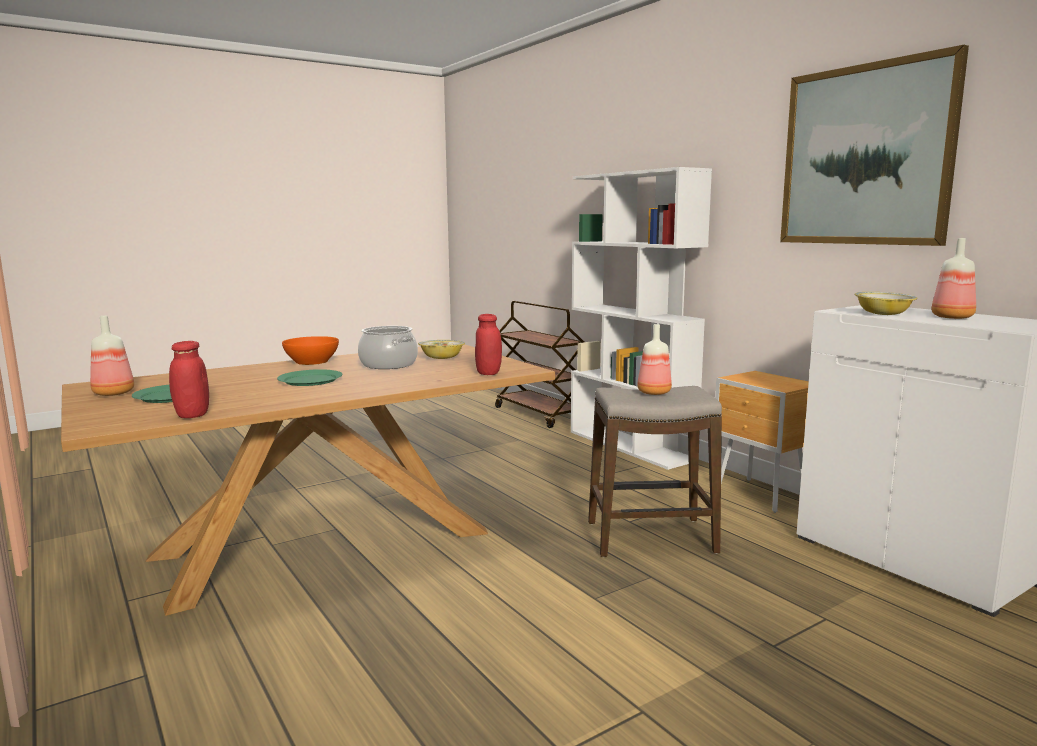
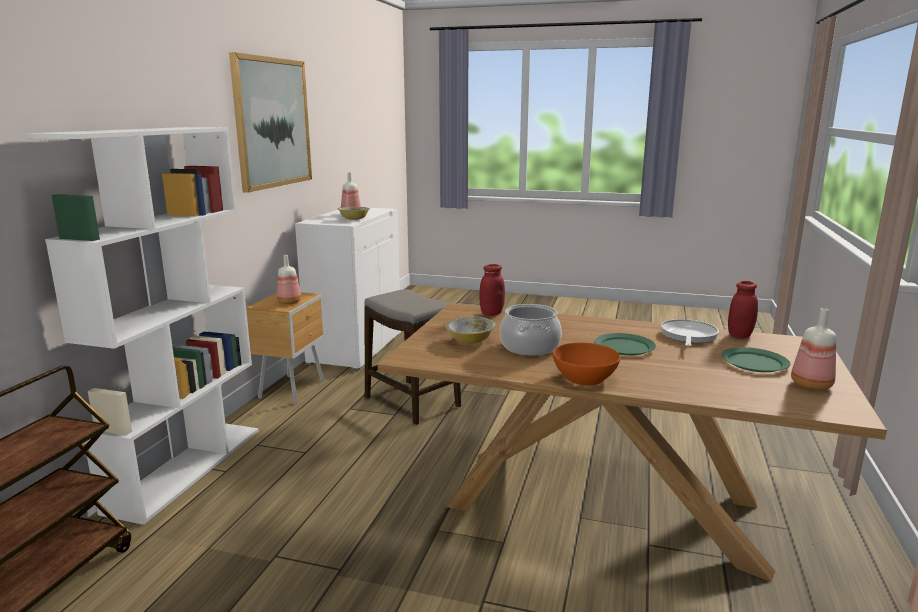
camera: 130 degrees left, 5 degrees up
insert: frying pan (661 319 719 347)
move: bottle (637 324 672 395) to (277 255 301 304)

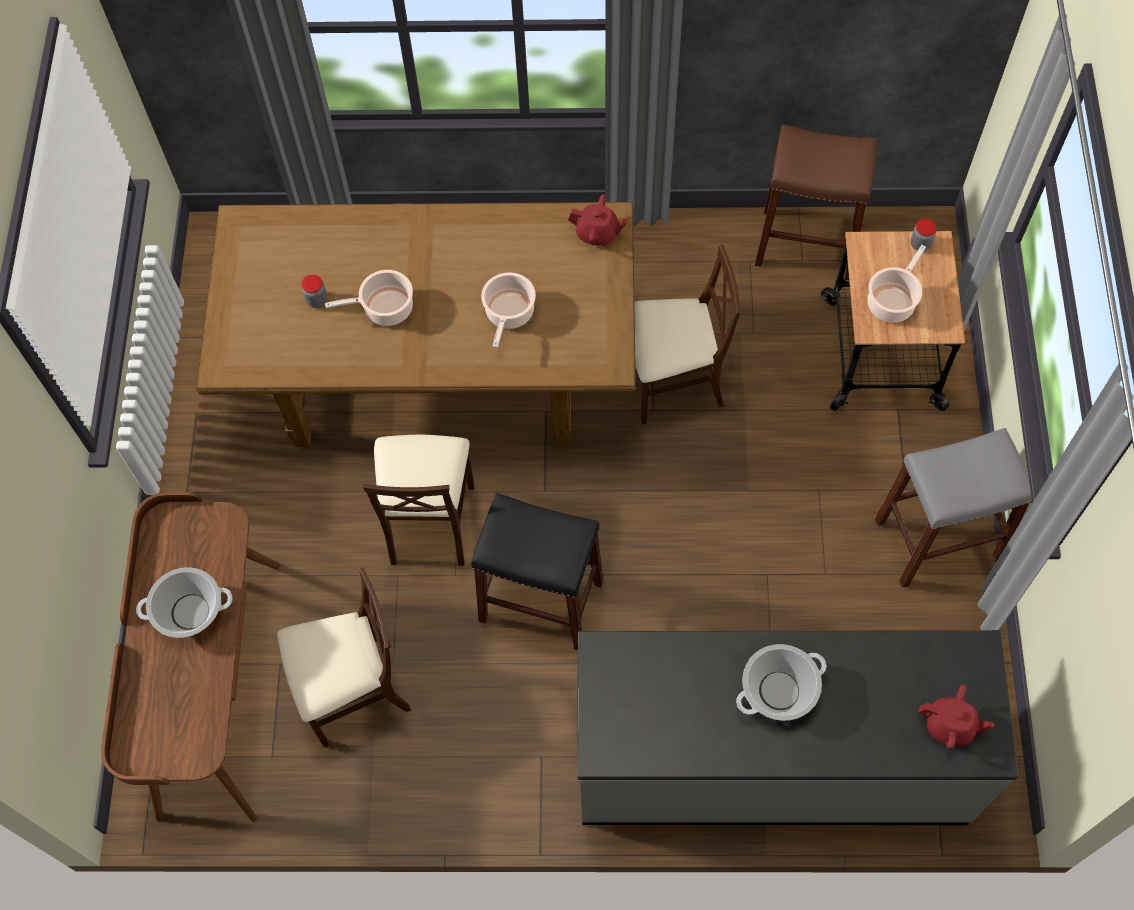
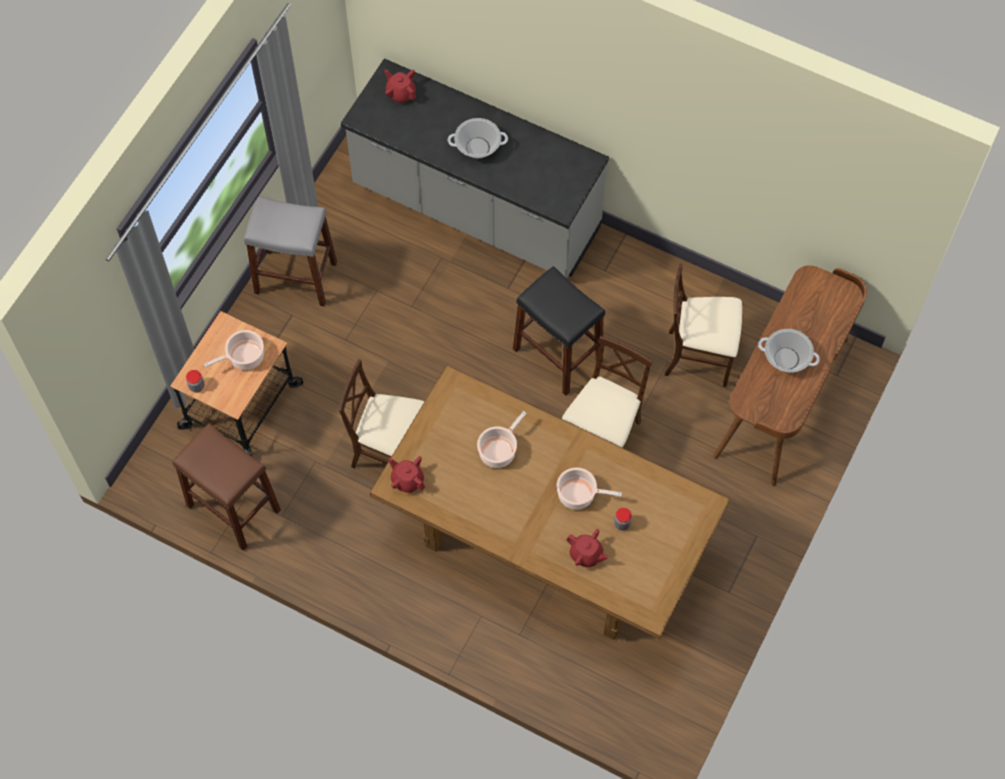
camera: 155 degrees left, 0 degrees up
insert: teapot (red) (566 529 608 567)

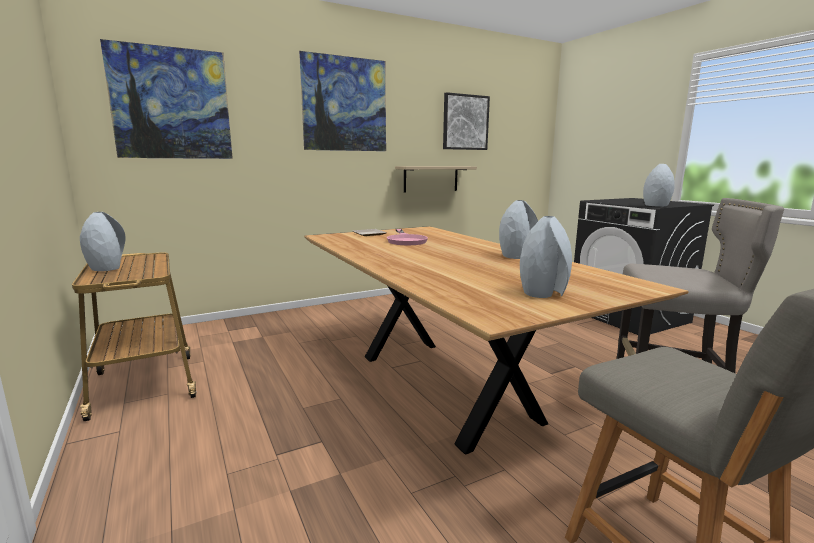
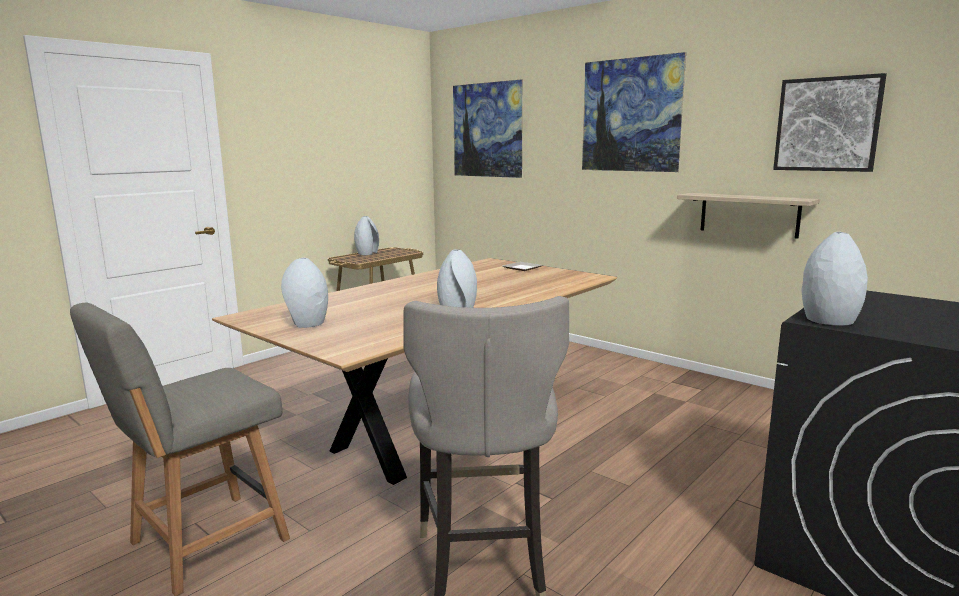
camera: 70 degrees right, 0 degrees up
delete: frying pan (pink) (387 229 428 245)

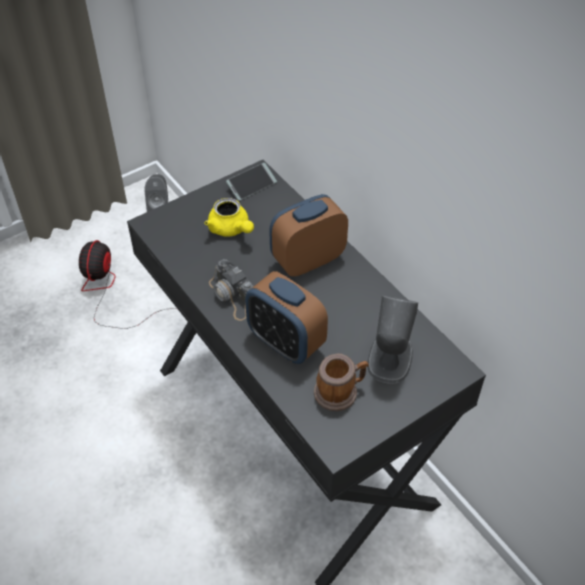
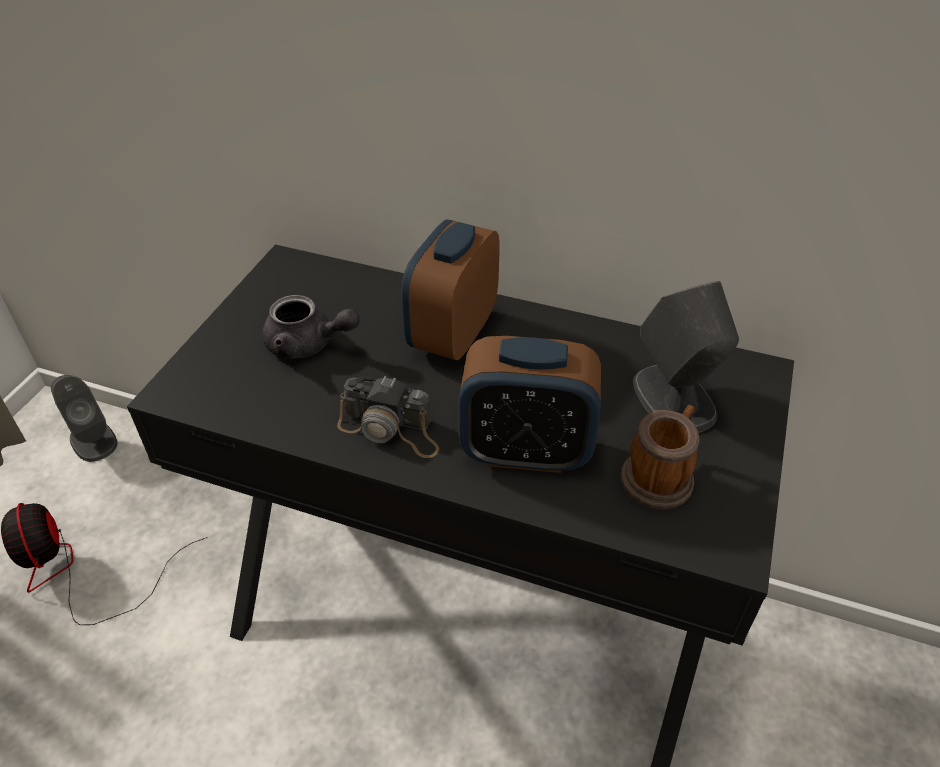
camera: 35 degrees left, 5 degrees down
delete: phone (226 163 277 201)
recolor: teapot (yellow) (204 198 254 236) to teapot (grey) (262 295 359 359)

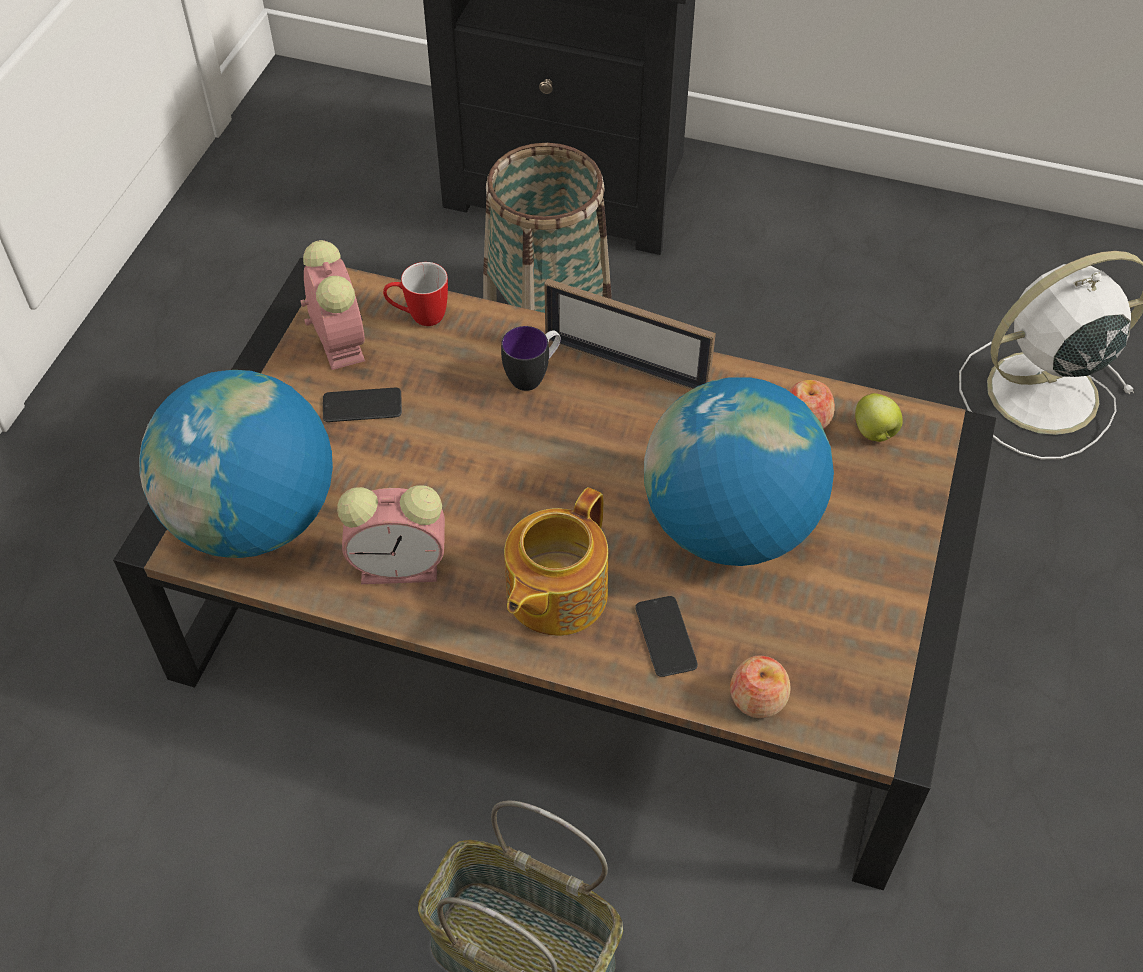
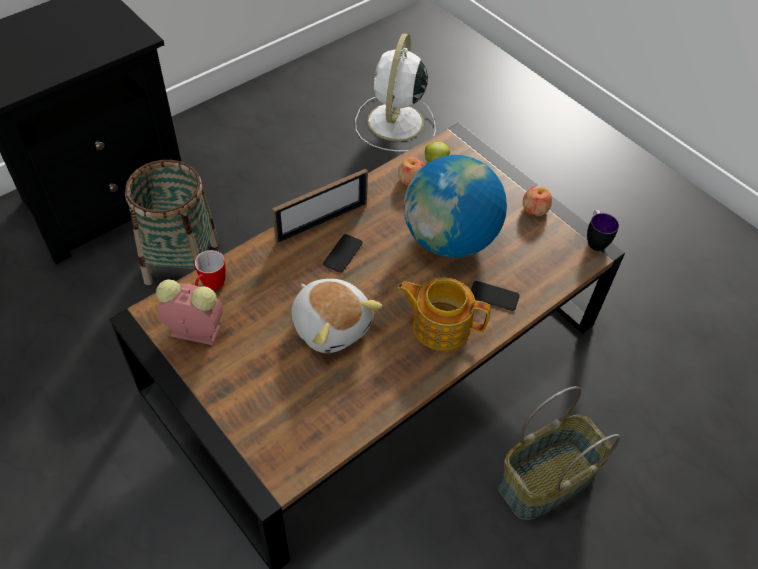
camera: 60 degrees left, 0 degrees up
delete: globe (139 370 333 558); alarm clock (337 485 445 584)
insert: plush toy (291 279 382 353)
move: phone (323 388 402 422) to (323 234 363 273); apple (730 655 791 718) to (523 186 552 216); mug (501 326 561 391) to (587 210 619 251)
rotate: teapot (504 488 608 636) = (398 278 491 351) 135 degrees clockwise

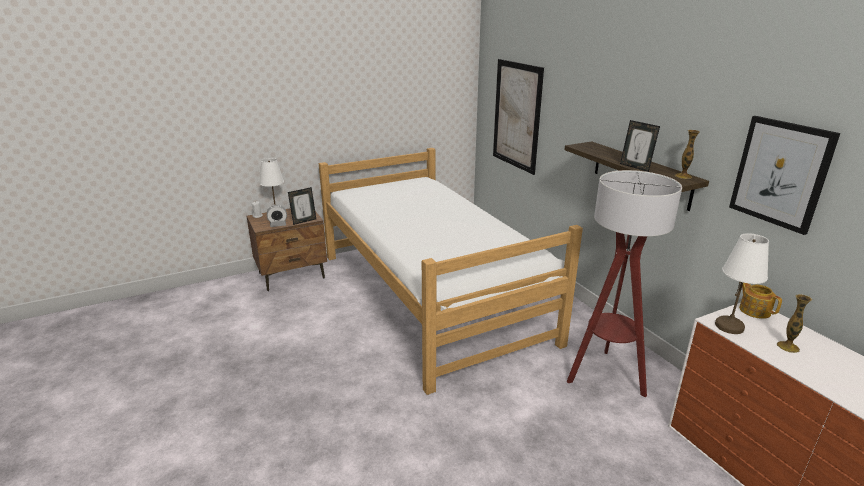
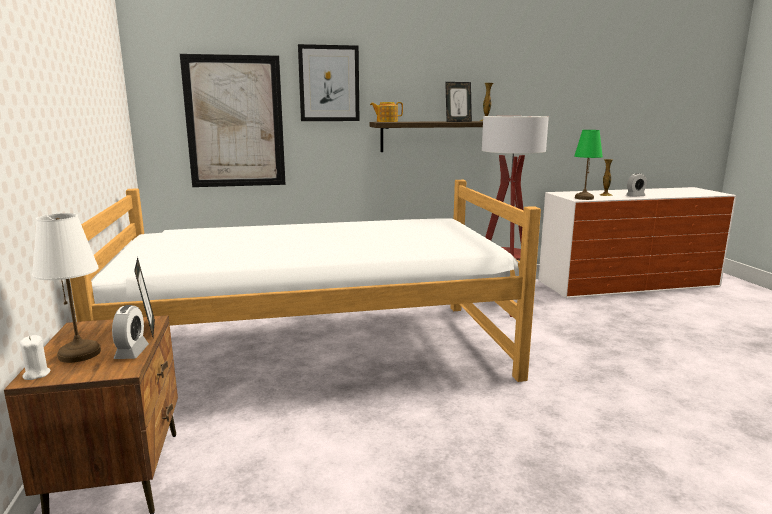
camera: 75 degrees left, 10 degrees down
insert: alarm clock (626 173 647 197)
move: picture (729 116 840 235) to (298 44 360 121); teapot (739 282 782 319) to (370 102 403 122)
recolor: table lamp (white) (715 233 769 334) to table lamp (green) (574 130 603 200)

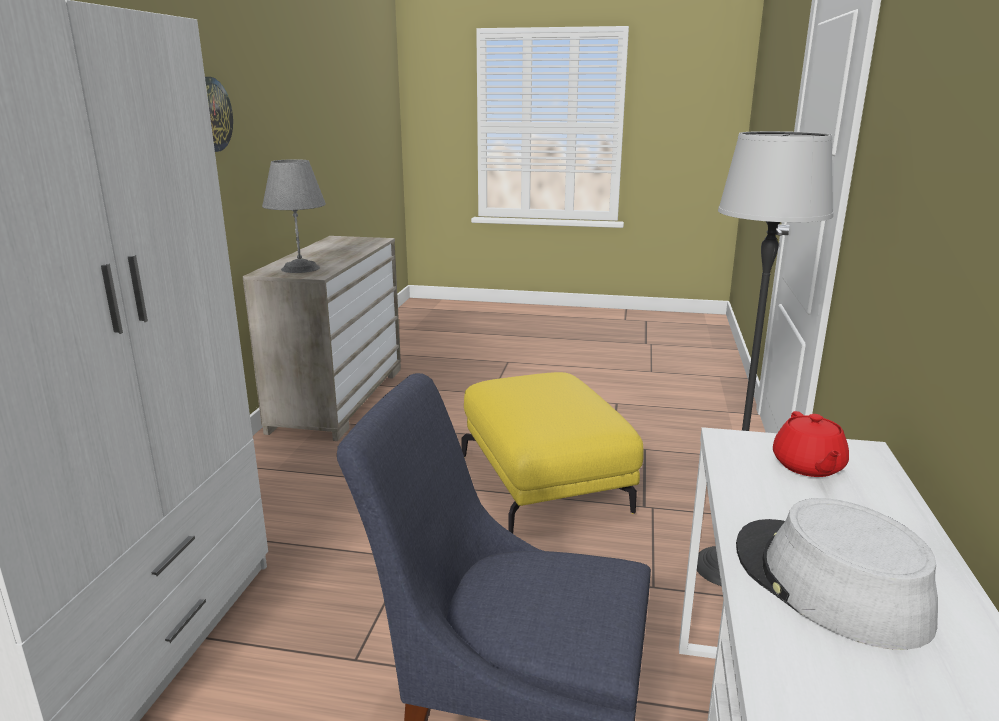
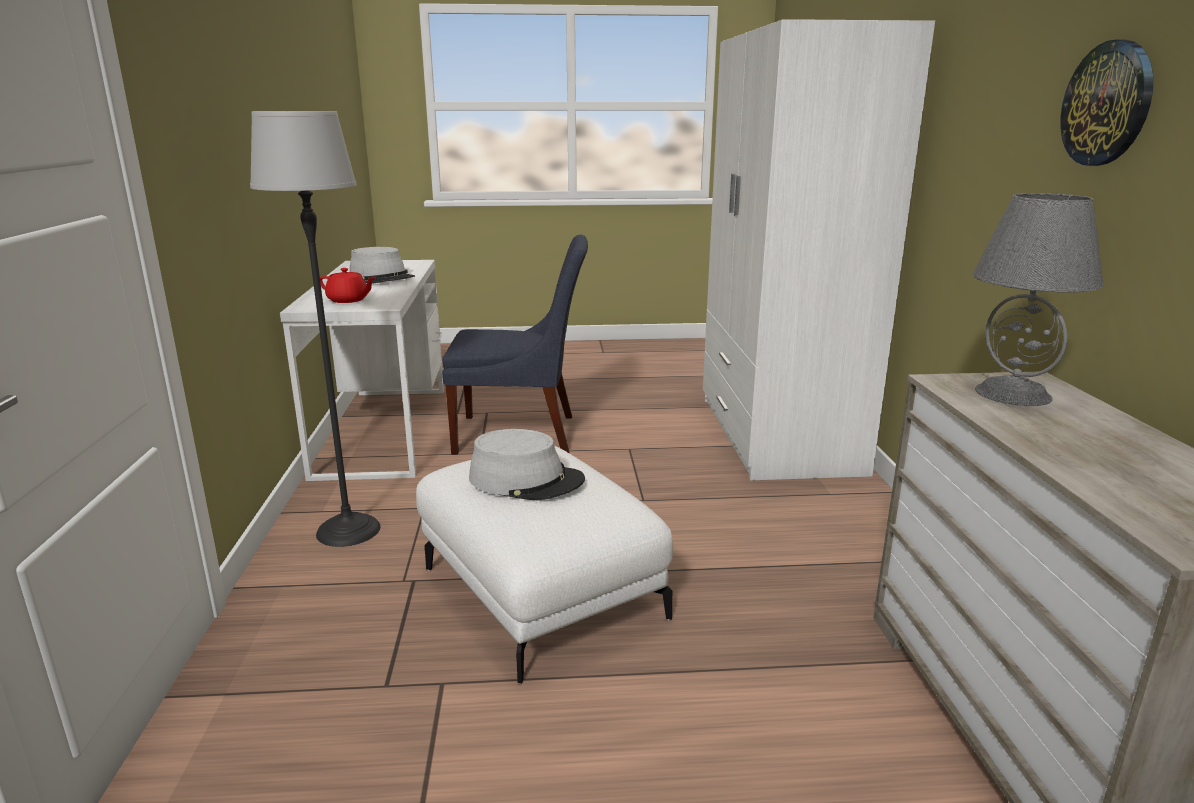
camera: 165 degrees right, 0 degrees up
insert: hat (grey) (469 429 585 500)
recolor: ottoman (yellow) (462 372 643 533) to ottoman (white) (416 446 673 684)
rotate: teapot (red) (773 411 849 477) = (320 268 376 303) 120 degrees clockwise

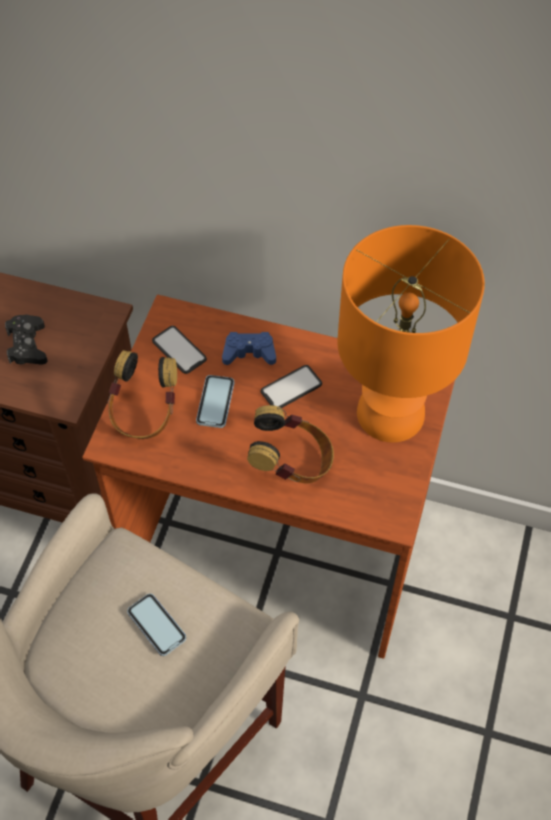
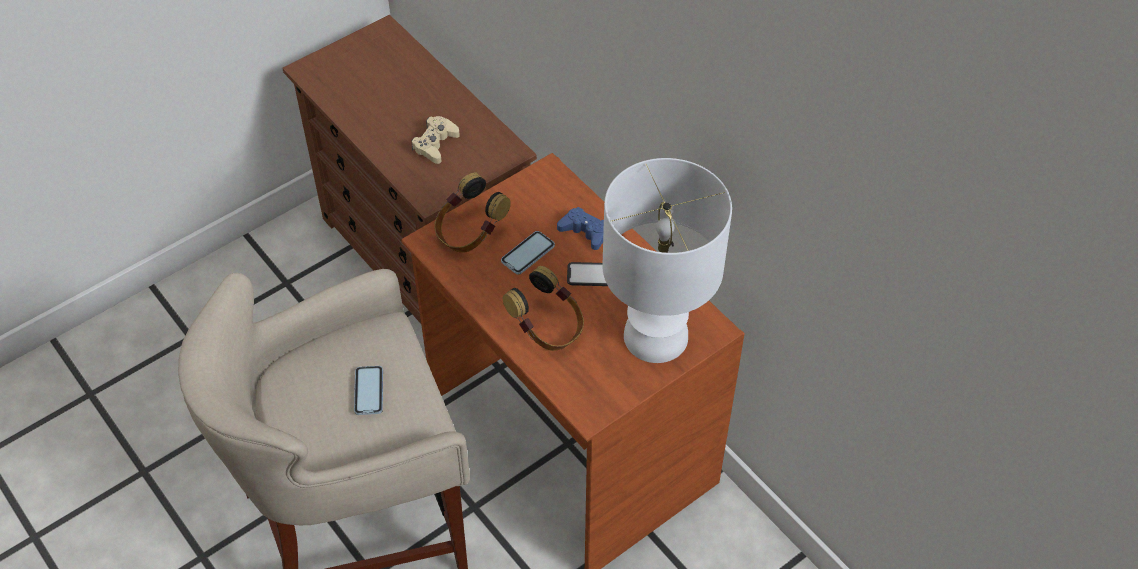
camera: 35 degrees right, 5 degrees down
delete: phone (152 326 207 374)
recolor: game controller (black) (5 315 48 365) to game controller (beige) (411 116 460 164); table lamp (orange) (337 225 485 443) to table lamp (white) (602 158 732 363)

